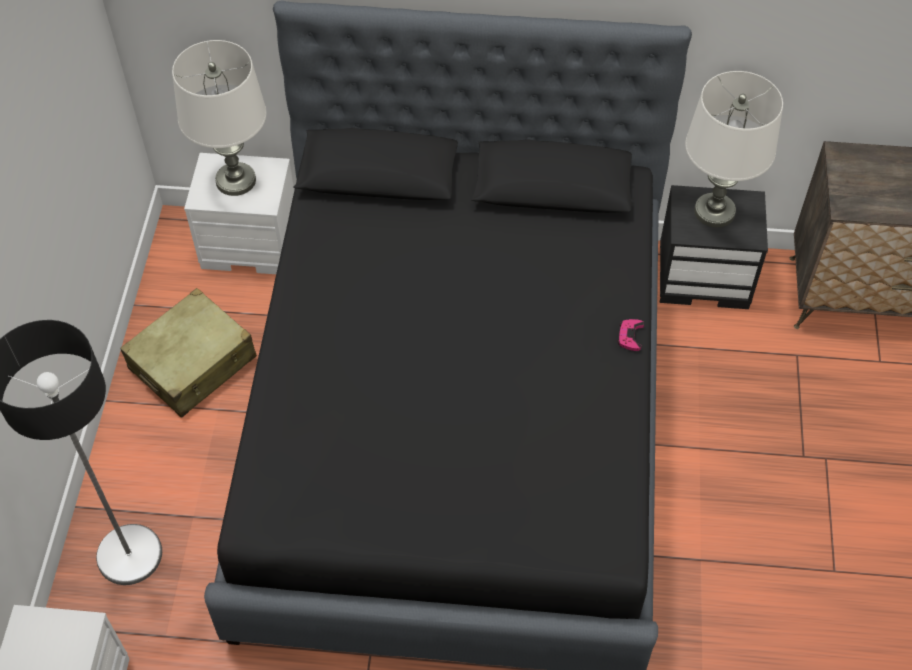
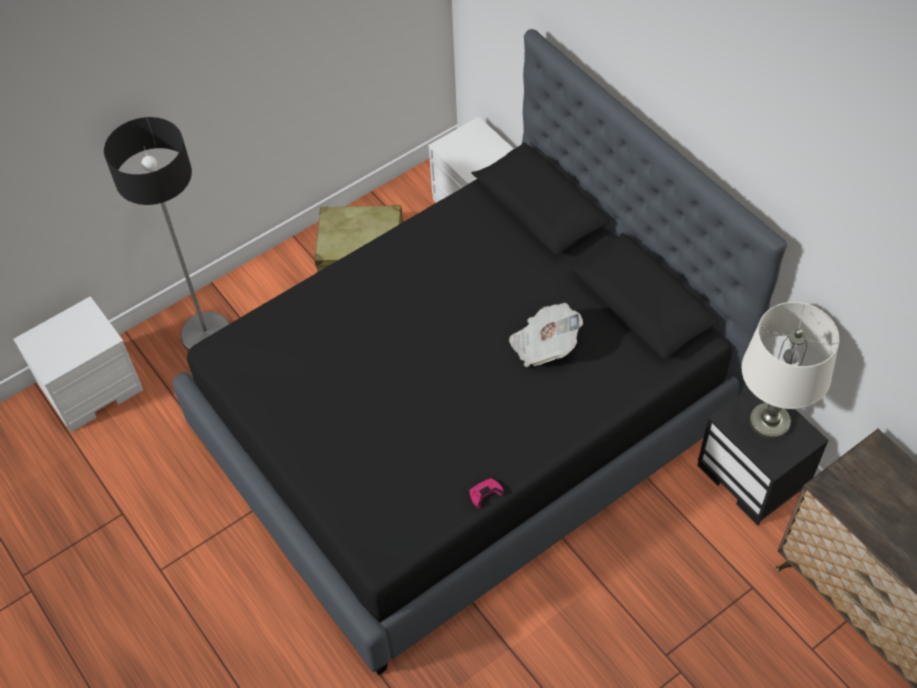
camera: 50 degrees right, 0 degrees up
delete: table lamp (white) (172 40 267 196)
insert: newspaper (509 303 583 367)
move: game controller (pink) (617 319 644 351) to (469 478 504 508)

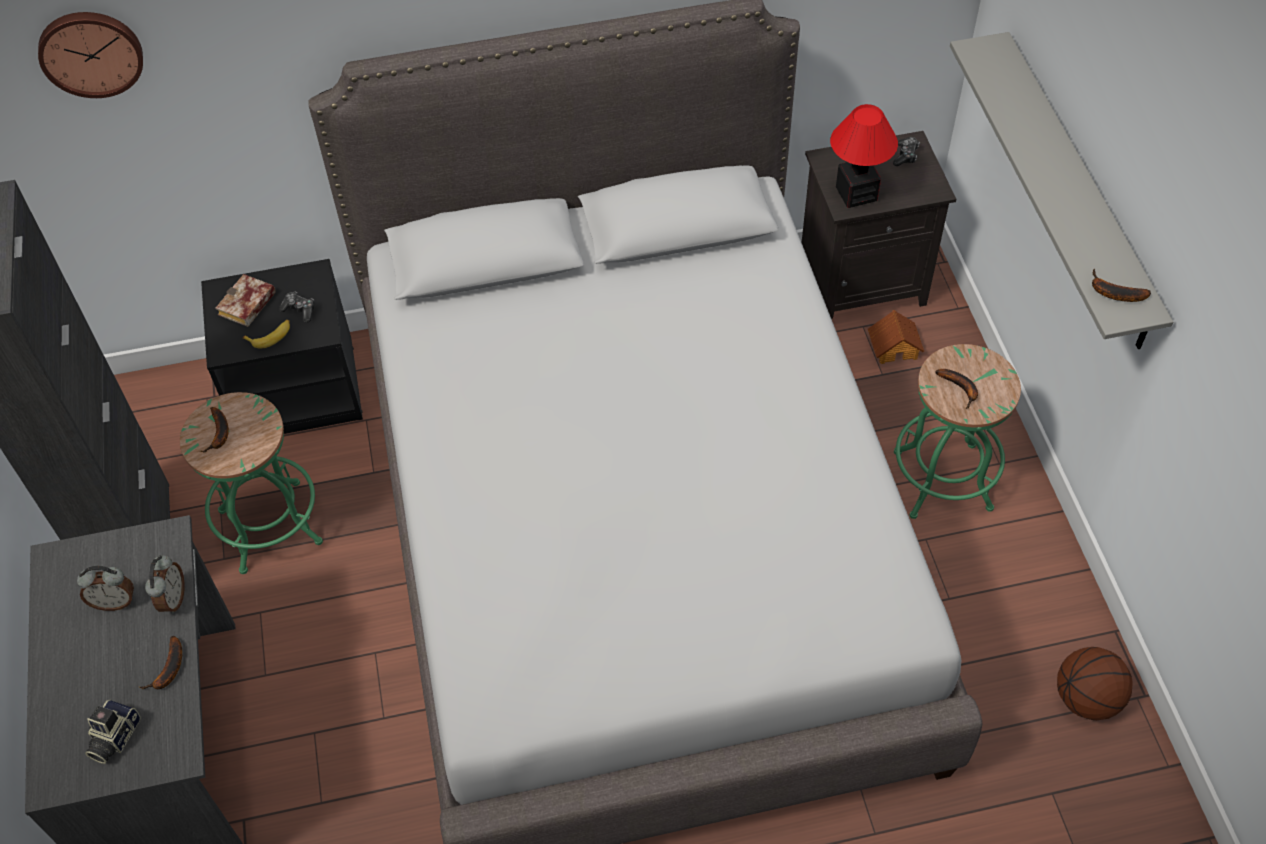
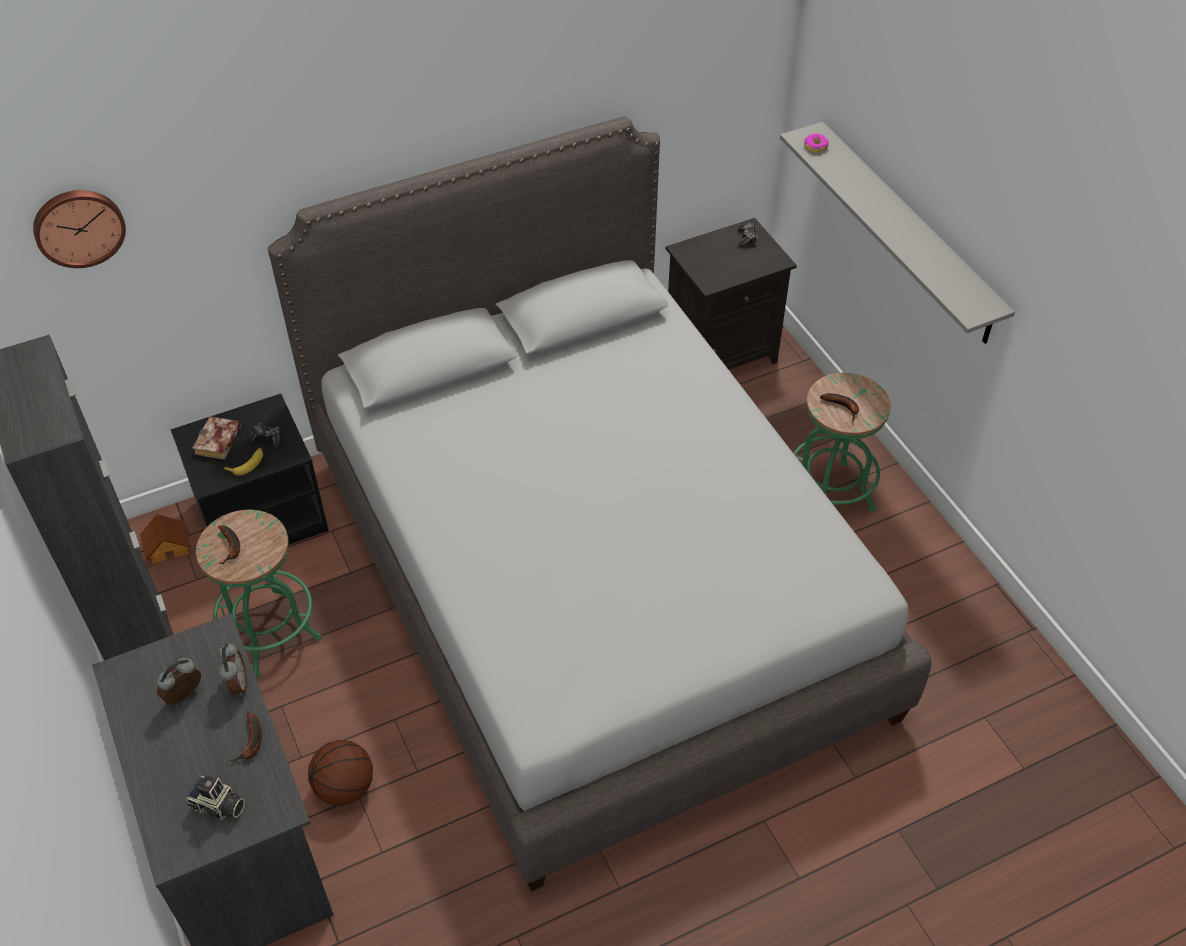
camera: 15 degrees left, 5 degrees down
delete: table lamp (830 104 898 208); banana (1092 268 1151 302)
insert: donut (804 134 829 153)
move: toy house (868 310 924 364) to (140 514 191 565); basketball (1057 647 1133 720) to (308 740 373 806)
rotate: alarm clock (77 566 134 611) = (157 658 201 705) 150 degrees clockwise; photo camera (85 700 140 764) = (186 775 245 820) 75 degrees counterclockwise

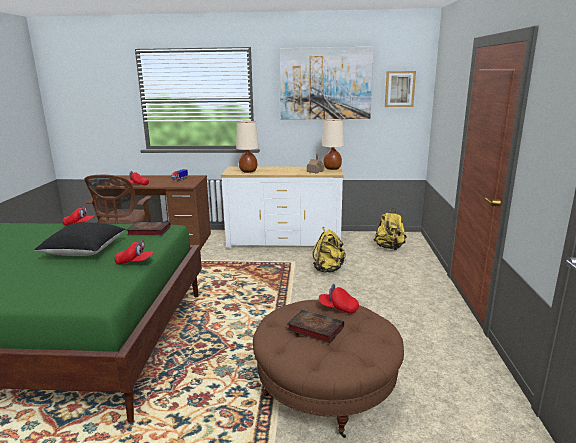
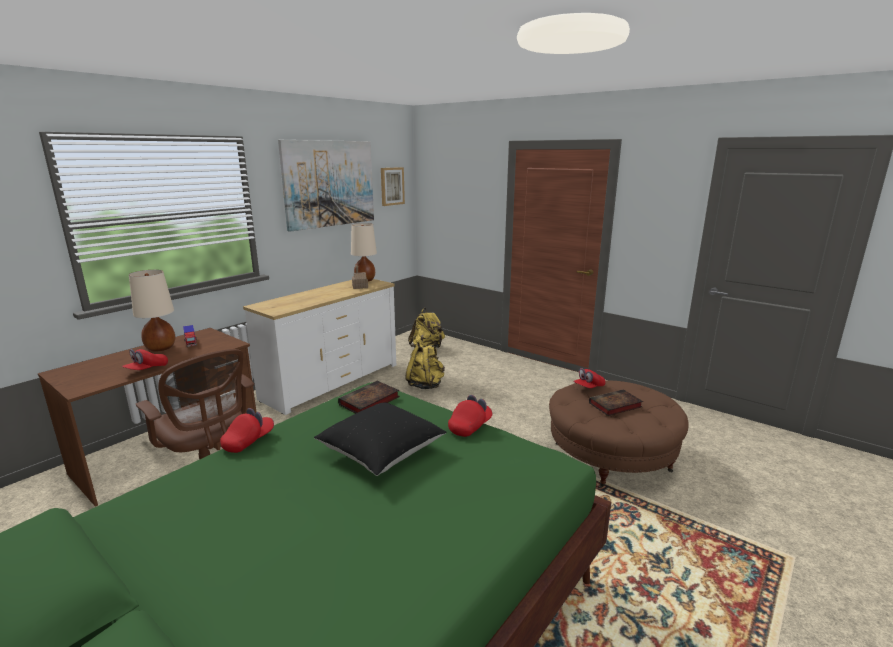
camera: 55 degrees left, 0 degrees up
move: table lamp (beige) (236 121 259 173) to (129 270 175 351)

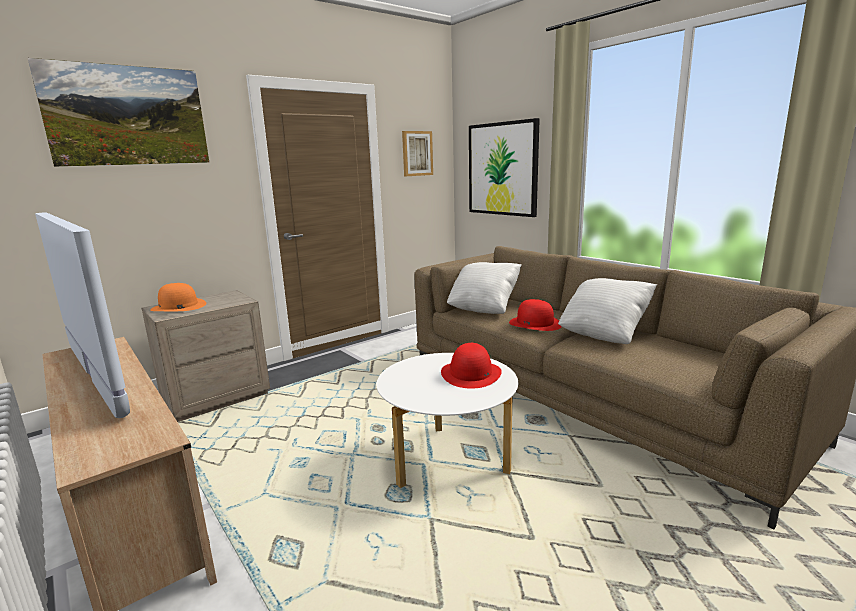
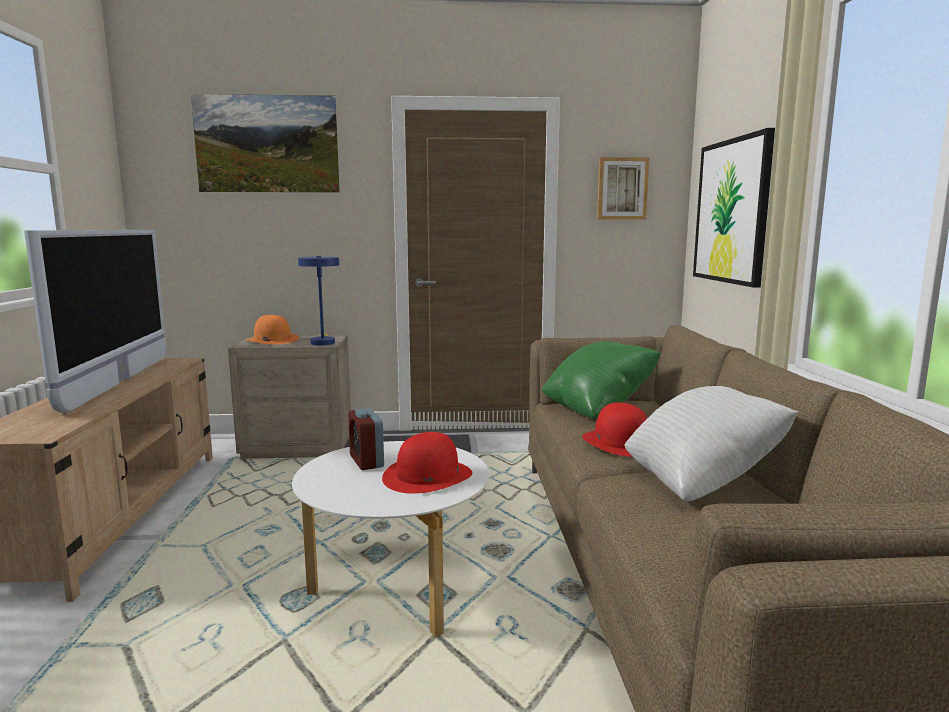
camera: 35 degrees right, 5 degrees down
insert: table lamp (blue) (298 256 339 345); alarm clock (348 409 384 470)
recolor: pillow (white) (447 262 522 314) to pillow (green) (541 341 662 419)

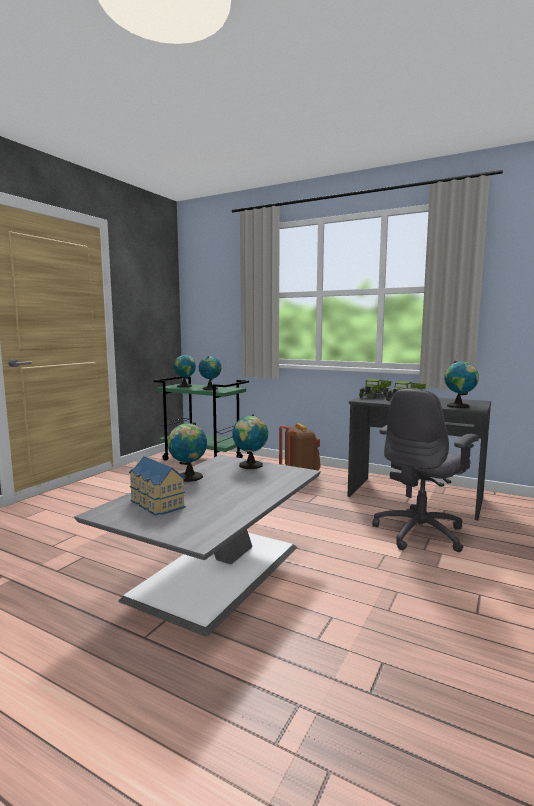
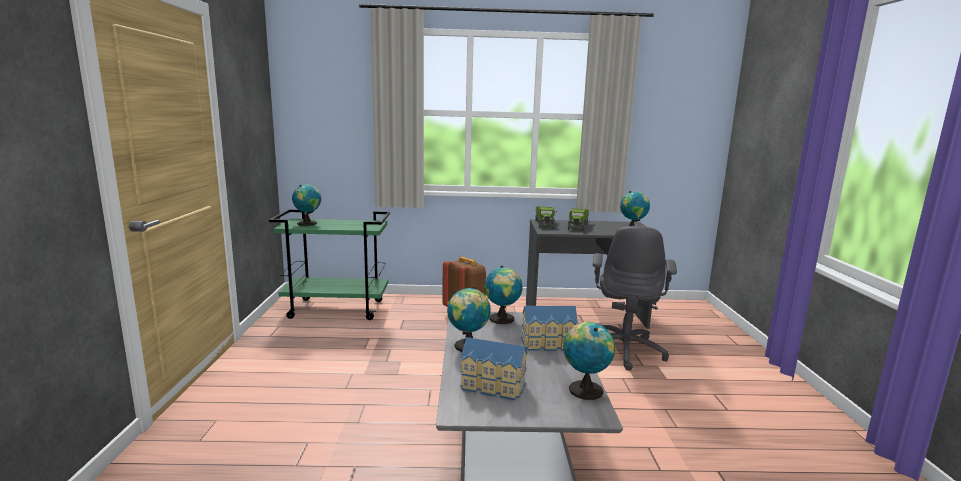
camera: 30 degrees left, 5 degrees up
insert: toy house (521 306 578 351)
move: globe (199 356 222 390) to (563 322 615 400)

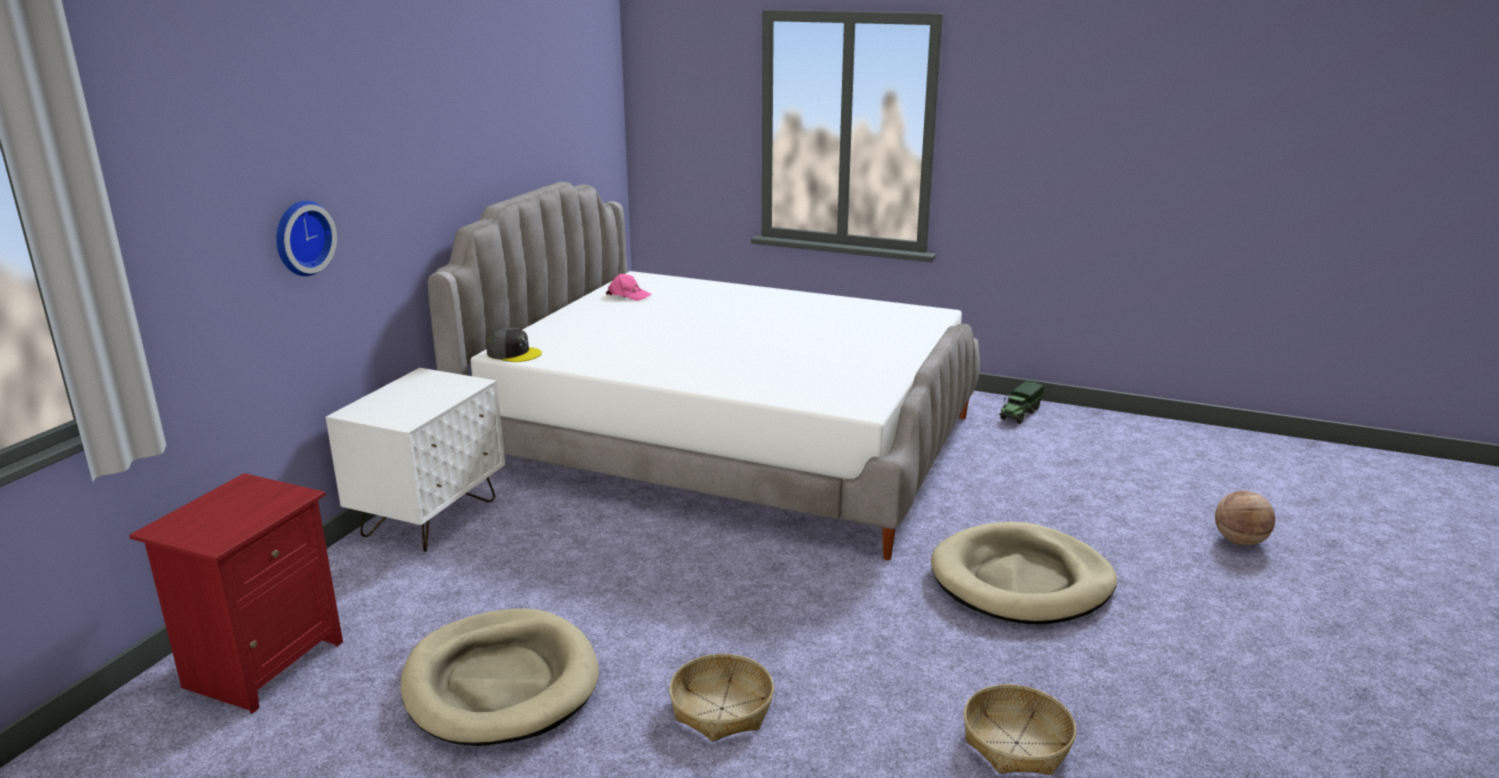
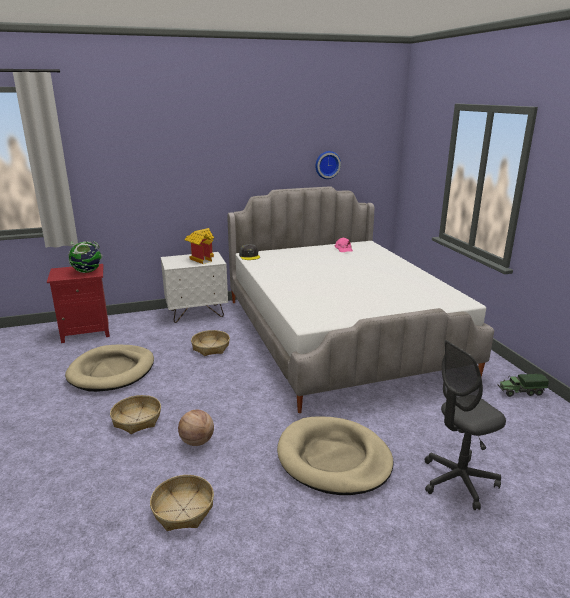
camera: 50 degrees right, 0 degrees up
insert: globe (68 241 102 273); toy house (185 228 214 264); basket (191 330 230 356); office chair (grey) (425 340 506 510)
move: basketball (1215 491 1275 546) to (178 410 214 446); wall clock (276 201 337 276) to (315 151 341 179)

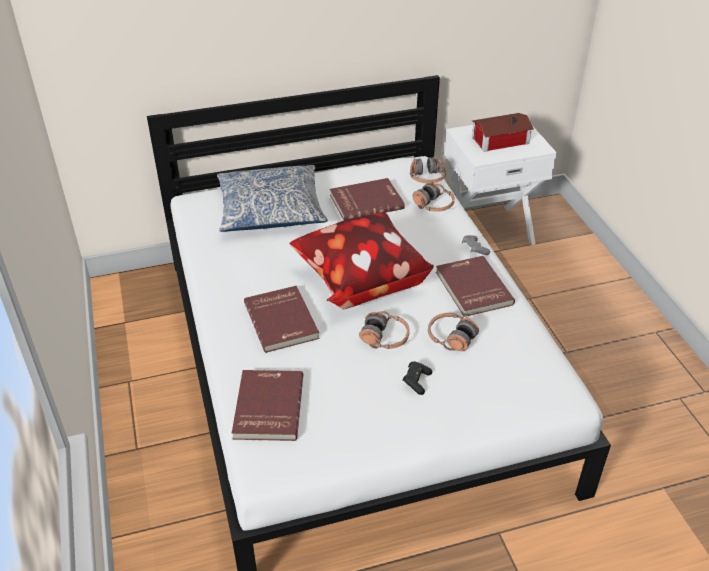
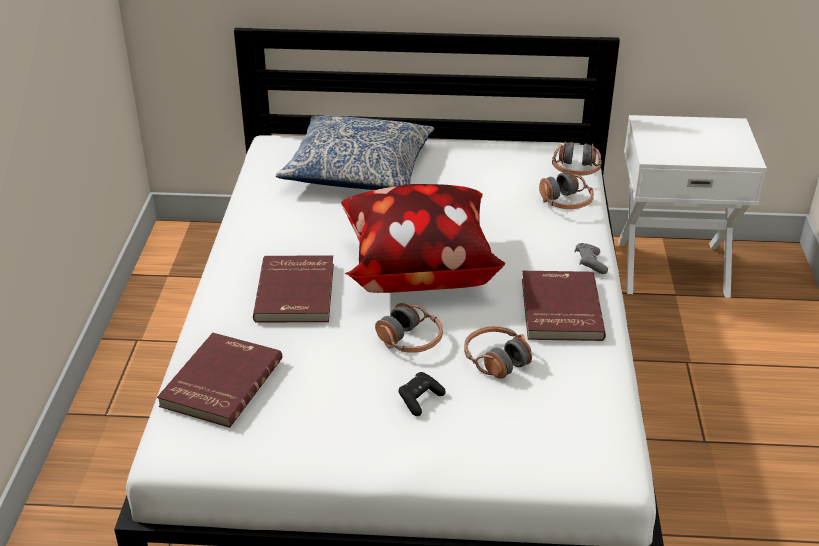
camera: 20 degrees right, 5 degrees down
delete: book (red) (330 178 405 220); toy house (472 113 534 152)

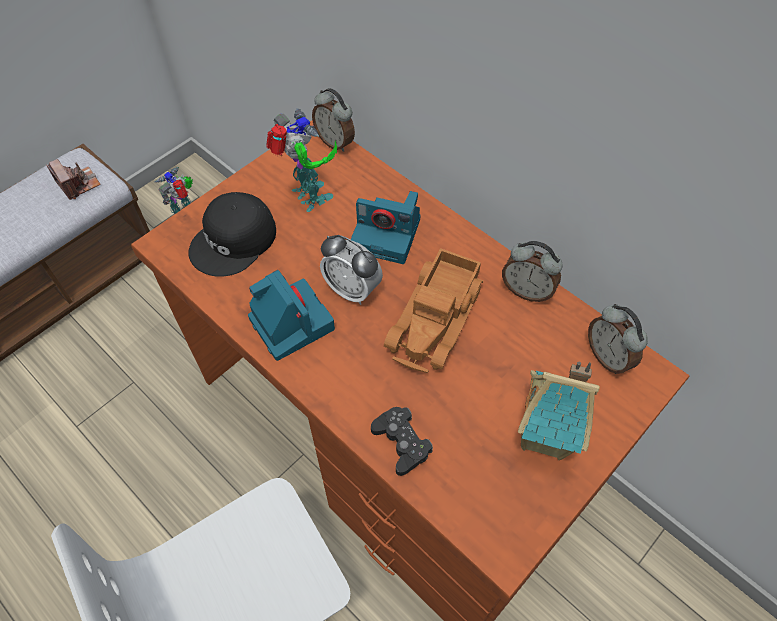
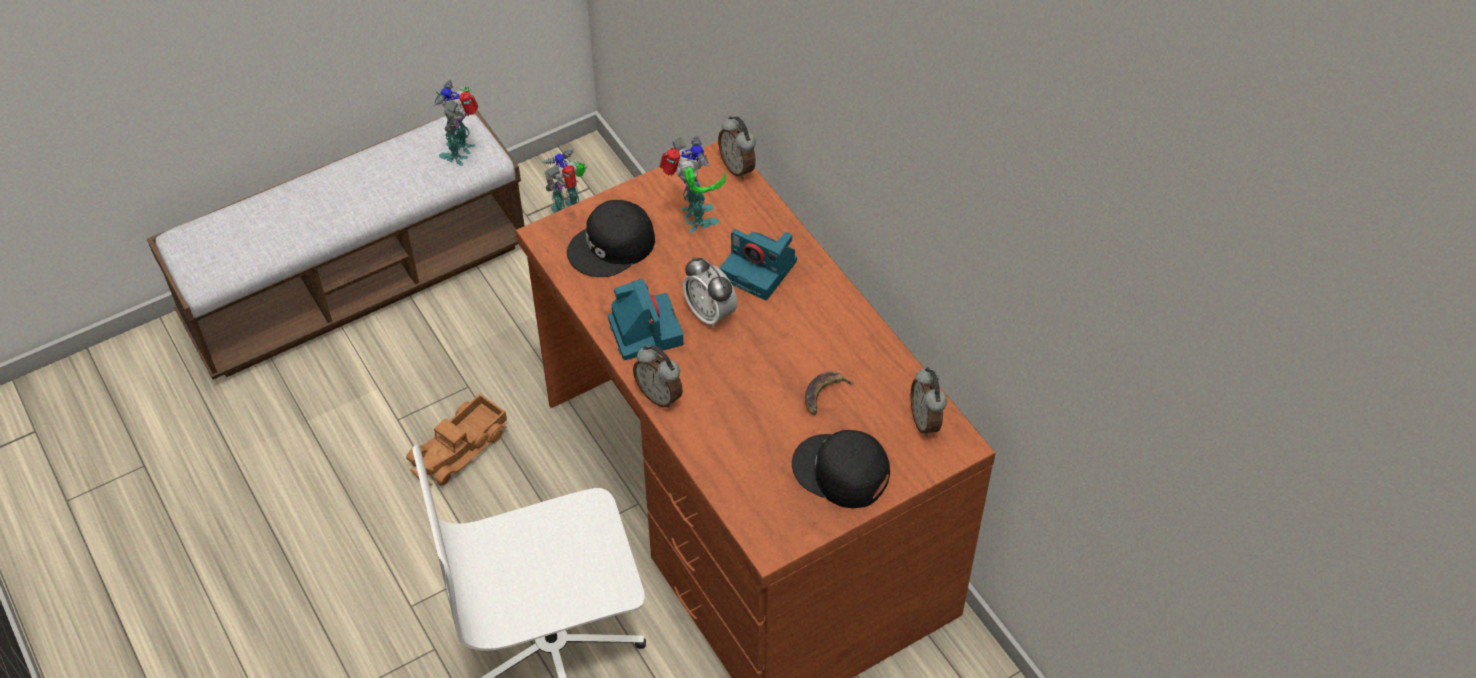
camera: 15 degrees right, 5 degrees down
delete: game controller (black) (371 407 433 476)
insert: banana (805 371 855 415)
move: toy truck (384 248 484 373) to (406 394 507 486); alarm clock (502 241 562 302) to (633 346 683 408)
replace: photo camera (46 159 101 200) to toy robot (434 80 478 166); toy house (518 362 600 460) to cap (black) (792 430 890 508)

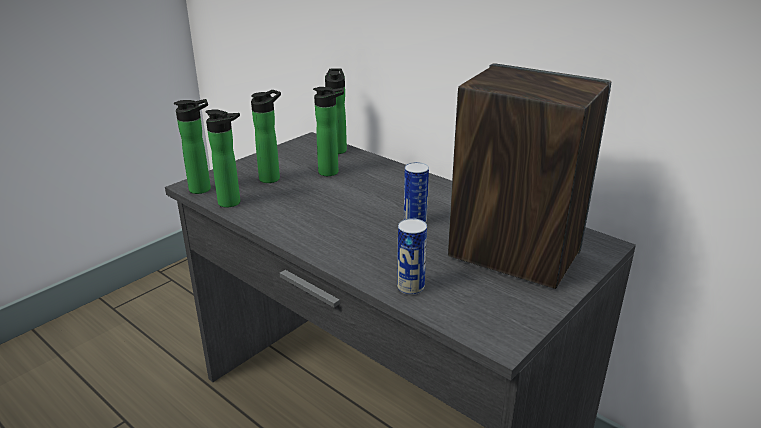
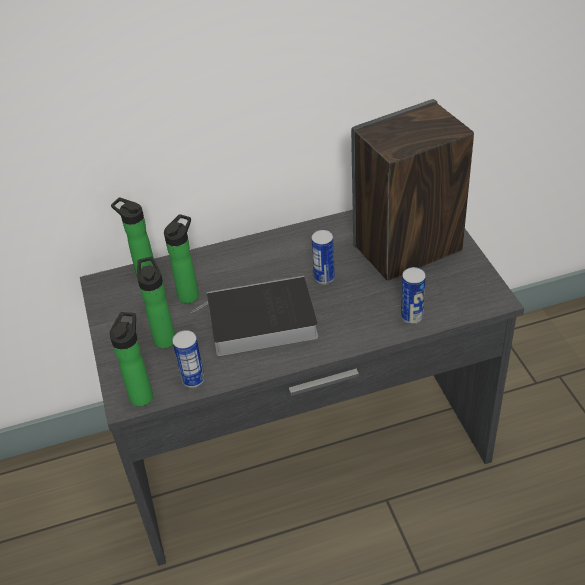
camera: 55 degrees left, 15 degrees up
insert: book (190 276 318 356)
replace: bottle (206 109 240 208) to can (172 330 205 388)

